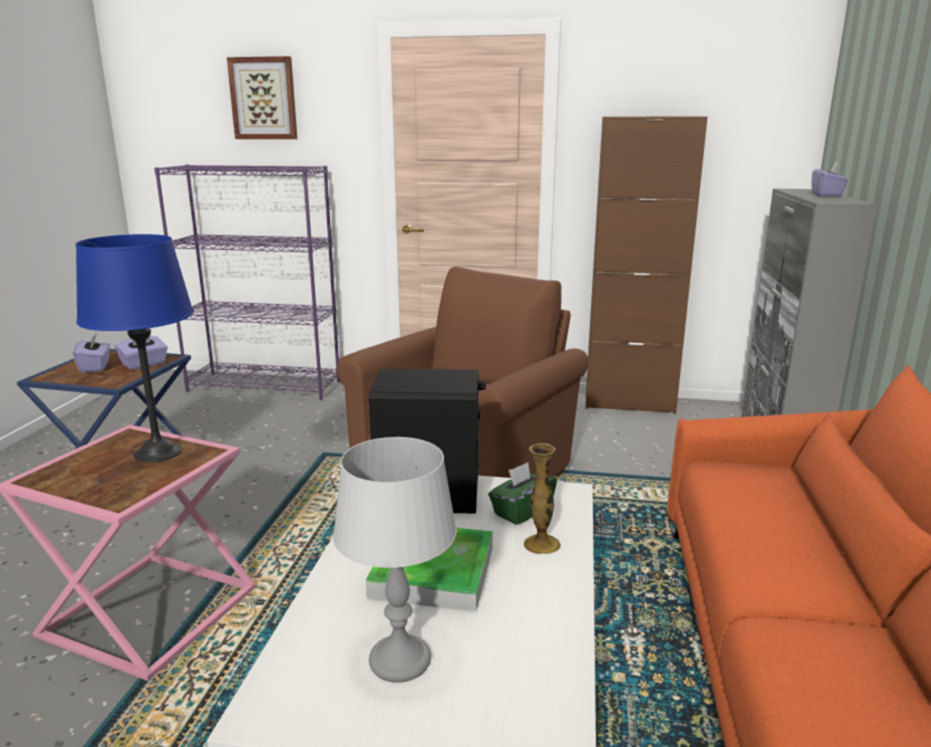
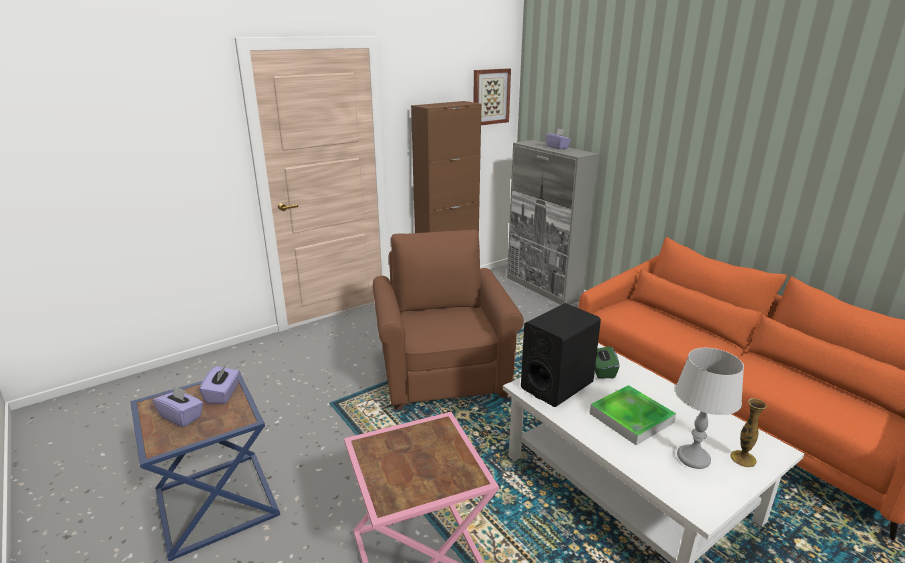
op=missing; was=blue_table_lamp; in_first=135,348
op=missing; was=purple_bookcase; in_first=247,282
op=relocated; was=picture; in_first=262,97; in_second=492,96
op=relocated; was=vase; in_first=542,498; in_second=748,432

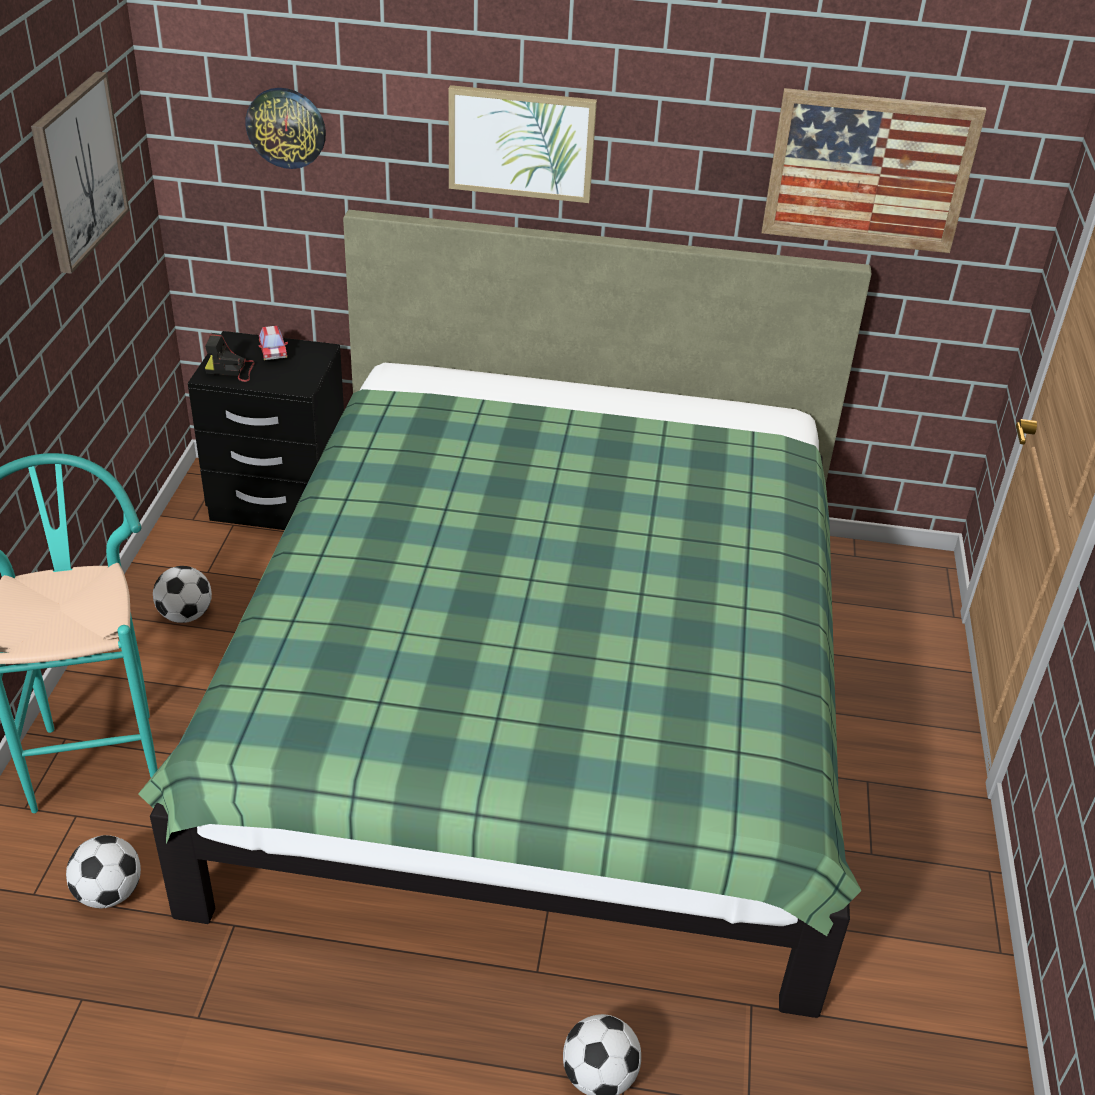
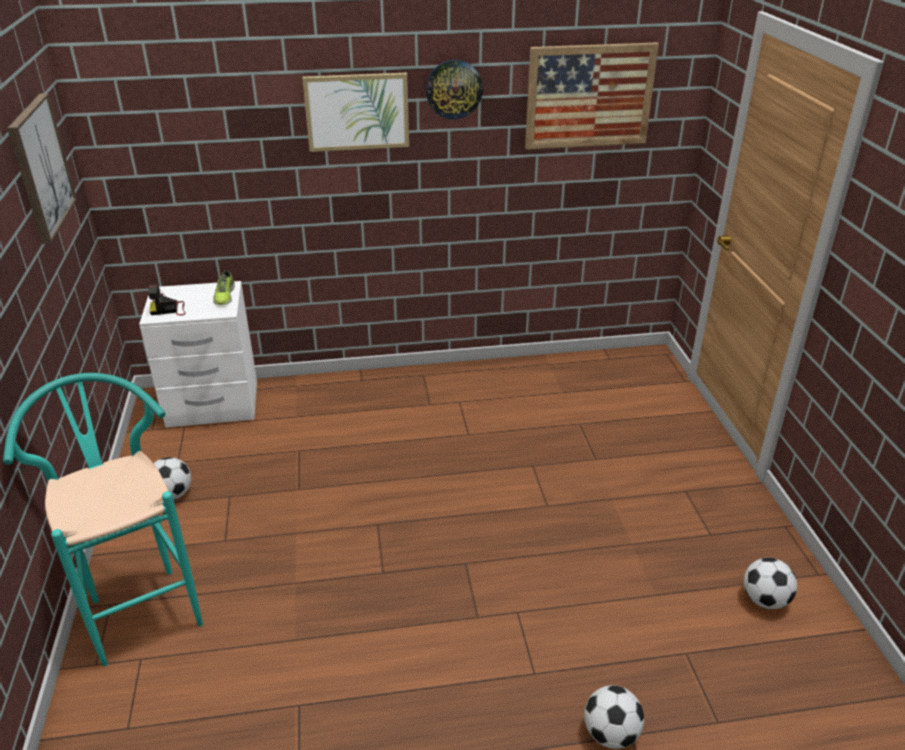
op=relocated; was=football; in_first=103,871; in_second=770,583
op=missing; was=green_bed; in_first=504,614
op=colour; was=black_nightstand; now=white_nightstand; in_first=266,430; in_second=198,354
op=relocated; was=wall_clock; in_first=286,128; in_second=454,89
op=missing; was=toy_car; in_first=273,343
op=appeared; now=shoe; in_second=224,287

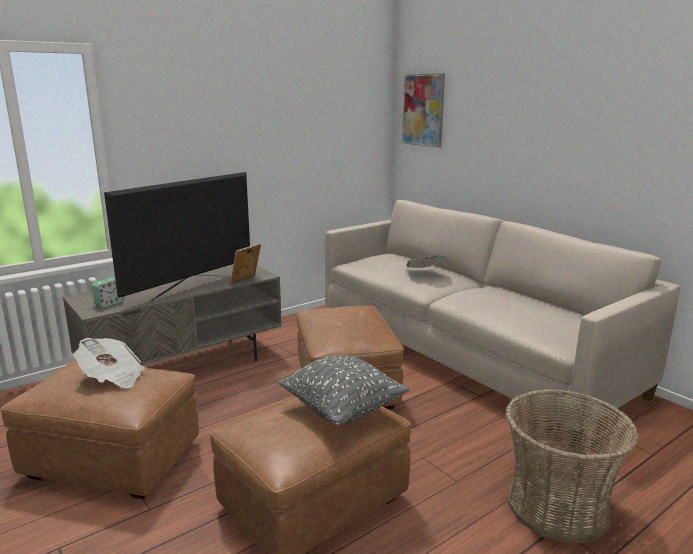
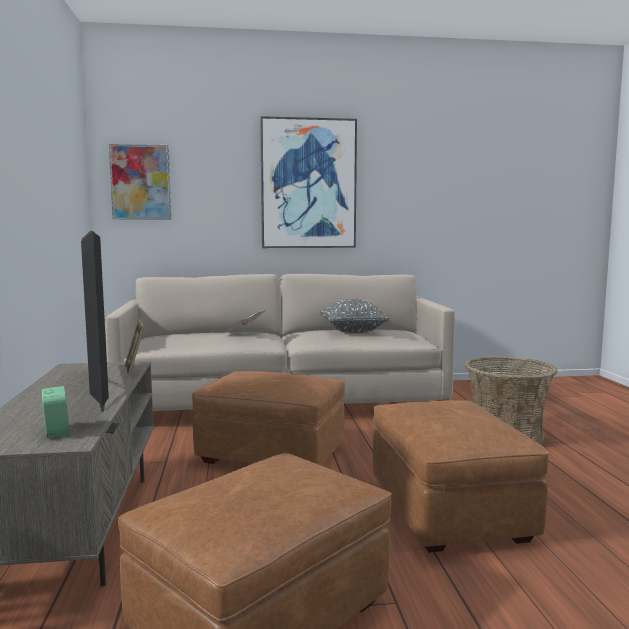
op=missing; was=newspaper; in_first=109,363
op=relocated; was=grey_pillow; in_first=343,390; in_second=355,316
op=appeared; now=picture; in_second=308,182

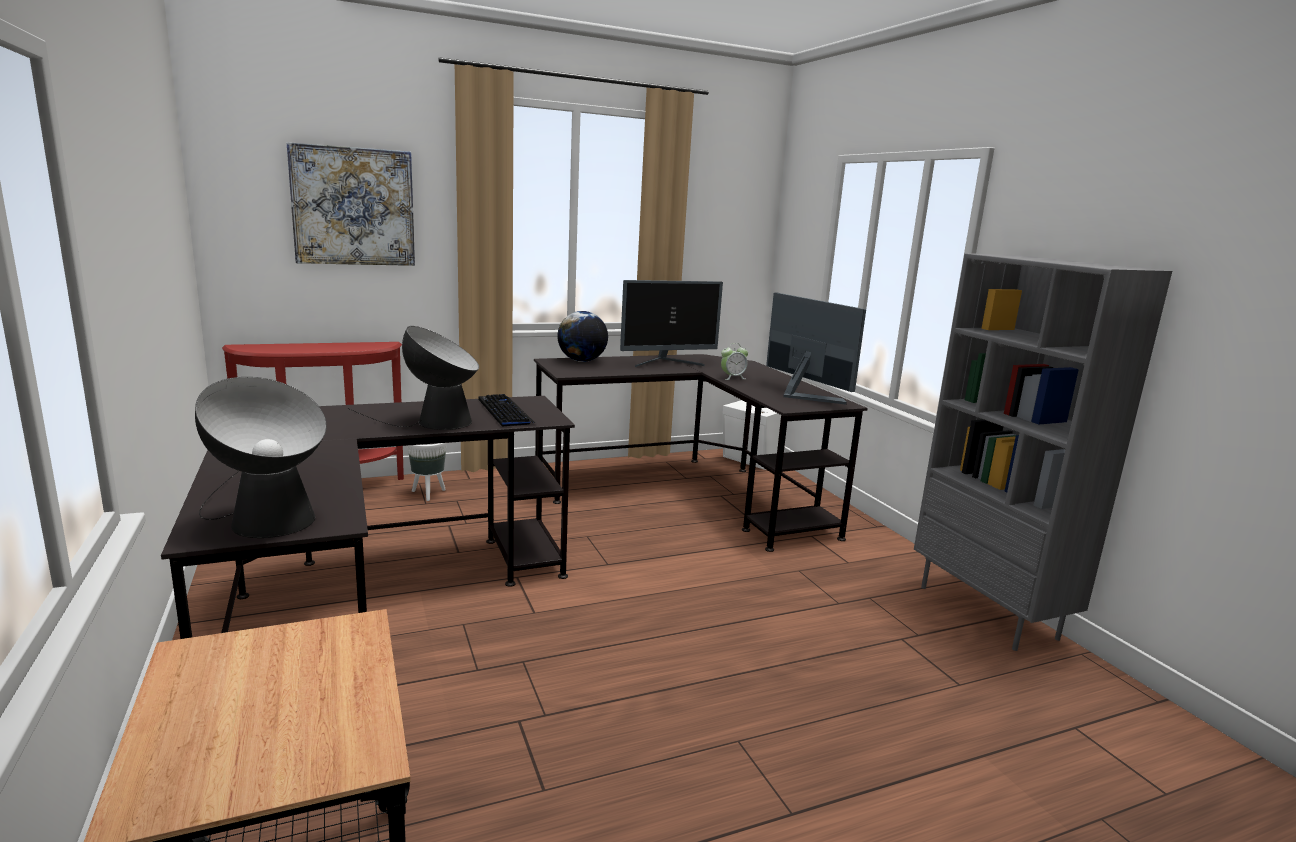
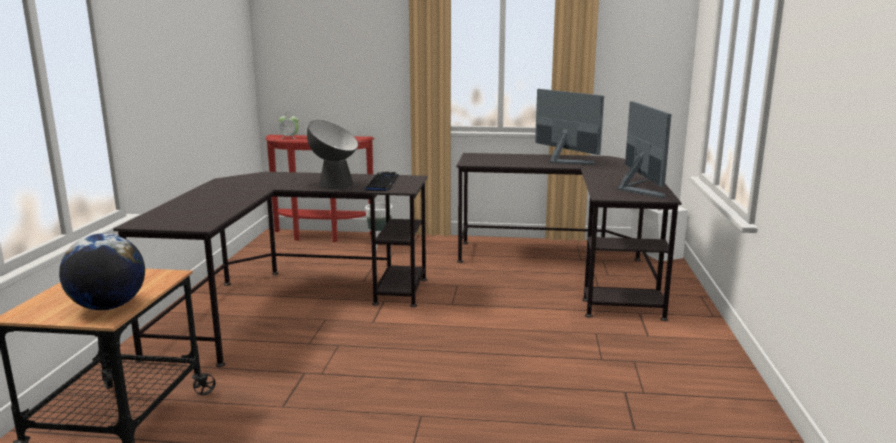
op=missing; was=table_lamp; in_first=261,457
op=missing; was=picture; in_first=351,204
op=relocated; was=globe; in_first=582,336; in_second=102,271
op=spun; was=monitor; in_first=671,323; in_second=569,127; clockwise=-135
op=relocated; was=alarm_clock; in_first=734,361; in_second=289,126
op=missing; was=grey_bookcase; in_first=1043,452

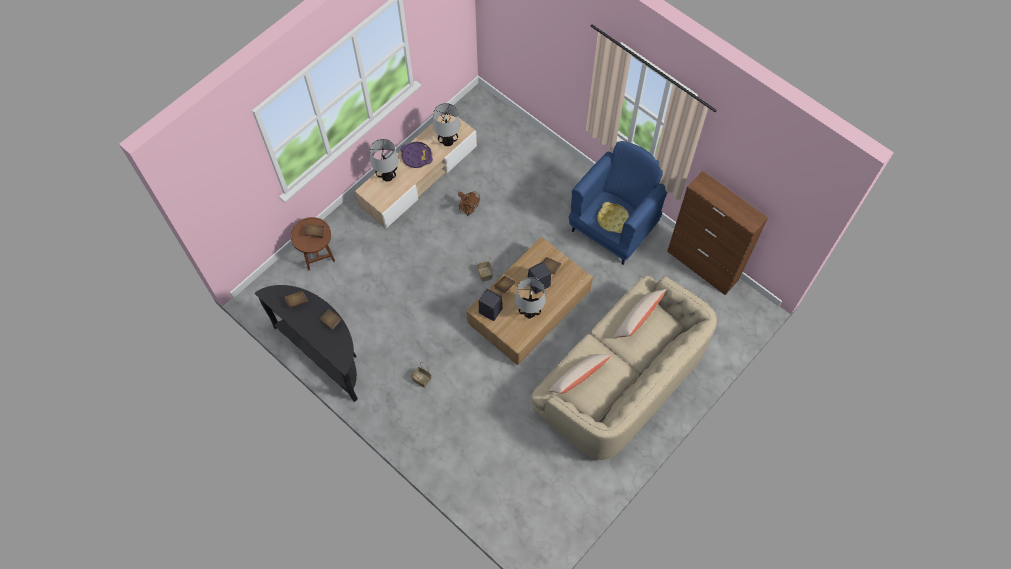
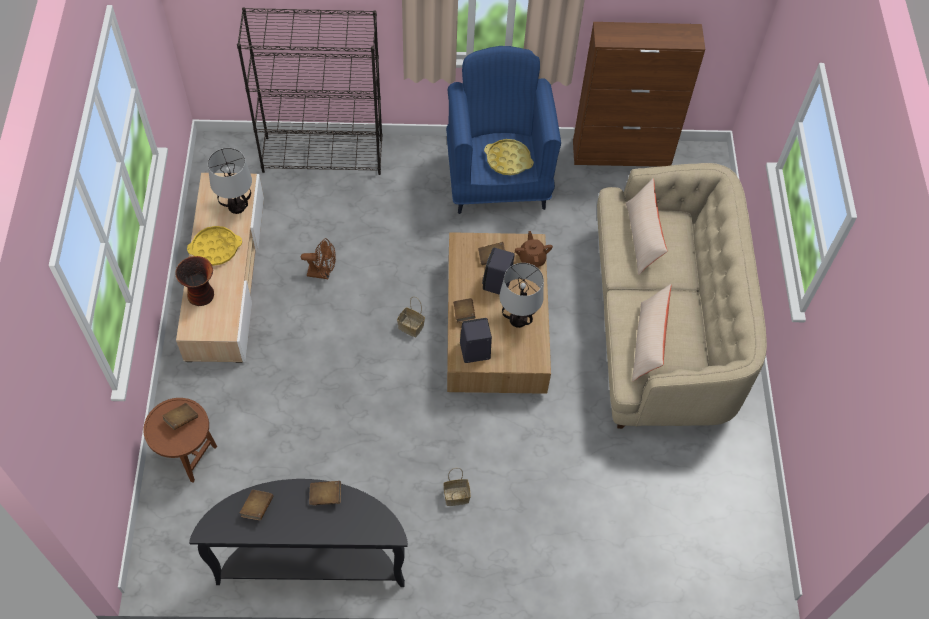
op=exchanged; was=table_lamp; now=vase; in_first=384,160; in_second=194,281
op=colour; was=purple_tray; now=yellow_tray; in_first=416,155; in_second=214,246
op=appeared; now=black_bookcase; in_second=310,91
op=appeared; now=brown_teapot; in_second=534,249

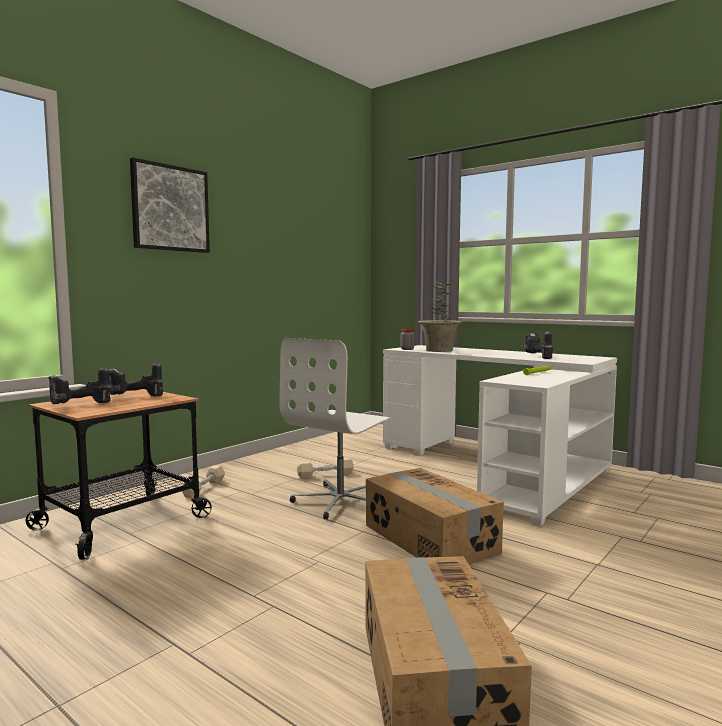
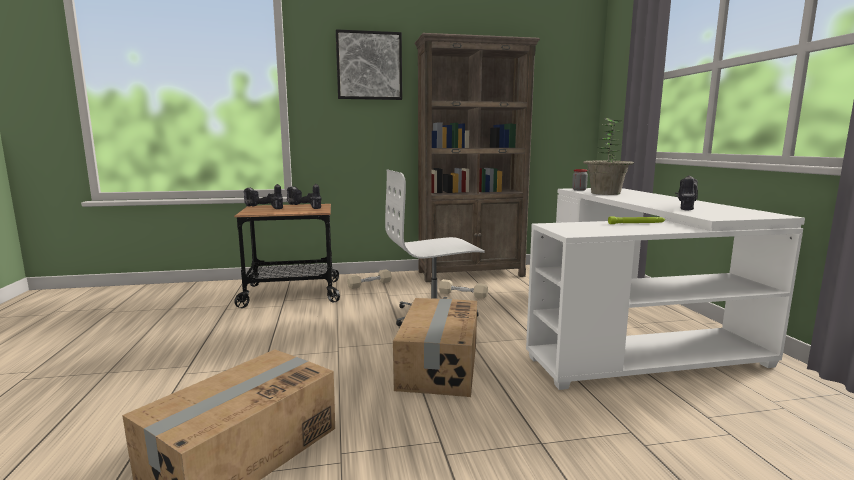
op=appeared; now=brown_bookcase; in_second=477,157

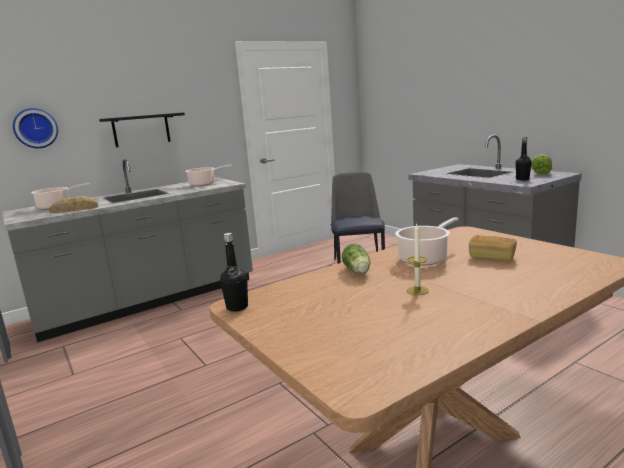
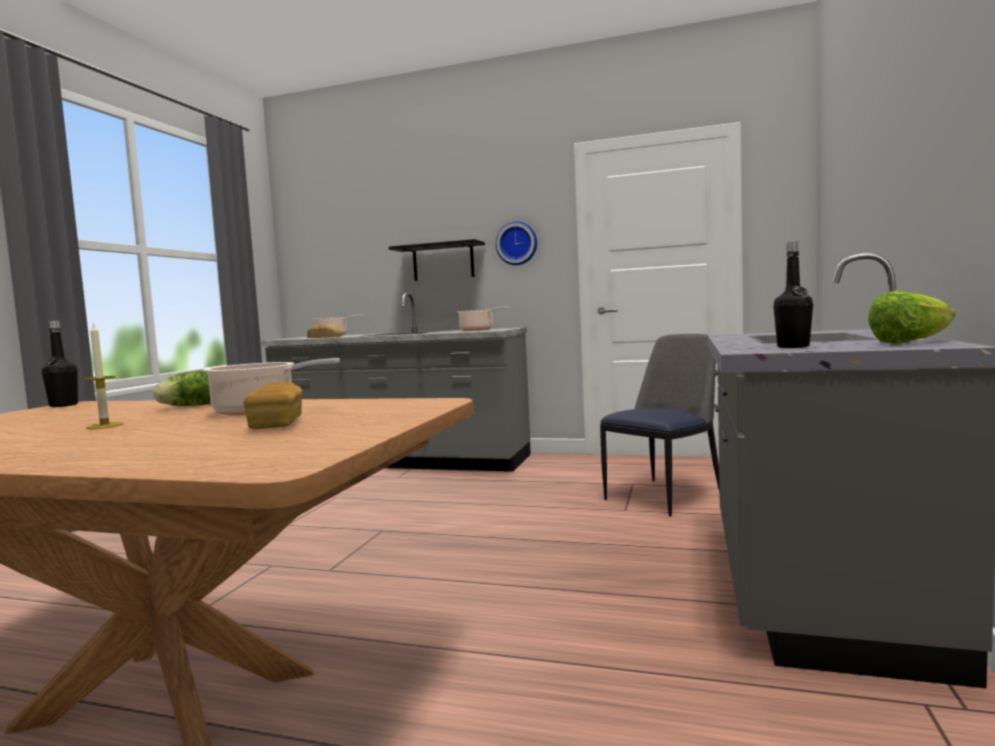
op=relocated; was=wall_clock; in_first=35,128; in_second=516,243

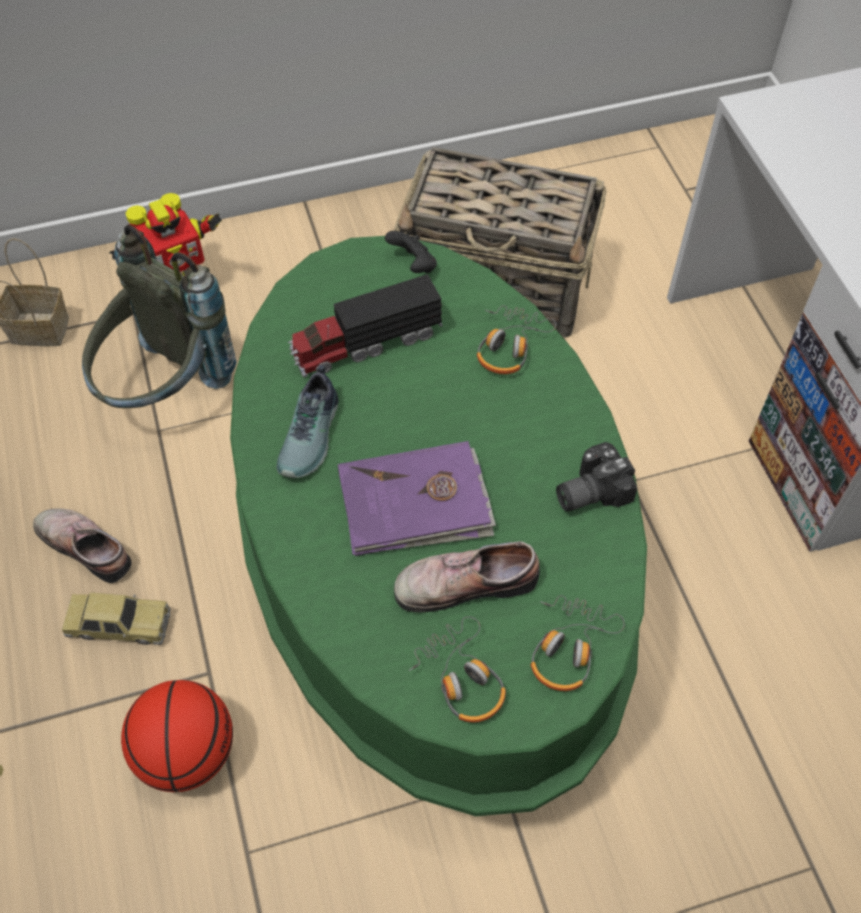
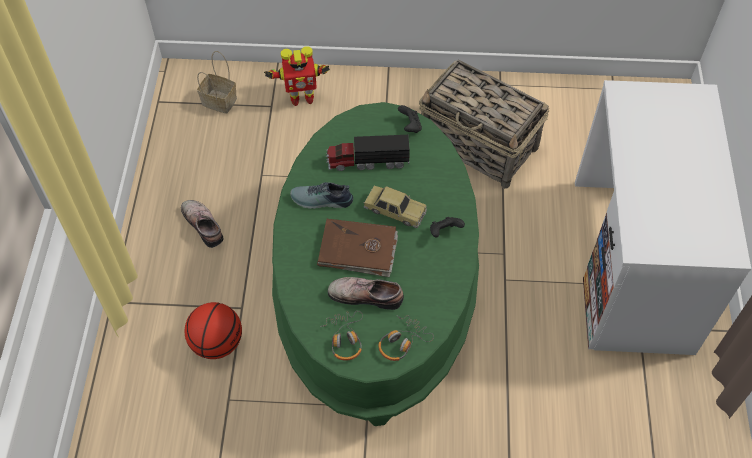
op=relocated; was=toy_car; in_first=116,618; in_second=395,207
op=missing; was=grey_backpack; in_first=159,316
op=spun; was=shoe; in_first=308,421; in_second=321,195; clockwise=60
op=colour; was=purple_book; now=brown_book; in_first=417,498; in_second=357,248
op=missing; was=headphones; in_first=516,339
op=missing; was=photo_camera; in_first=596,476
op=appeared; now=black_game_controller; in_second=447,227

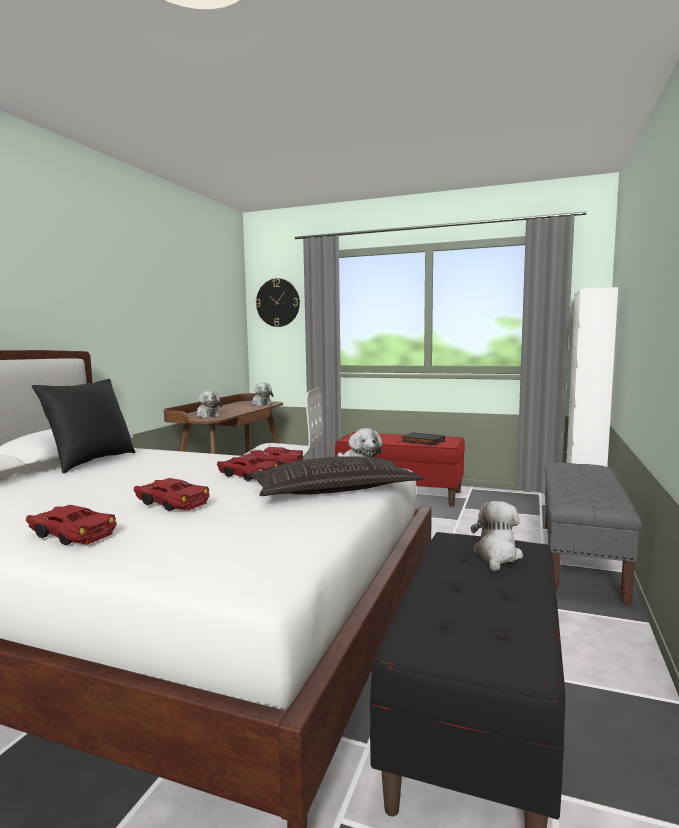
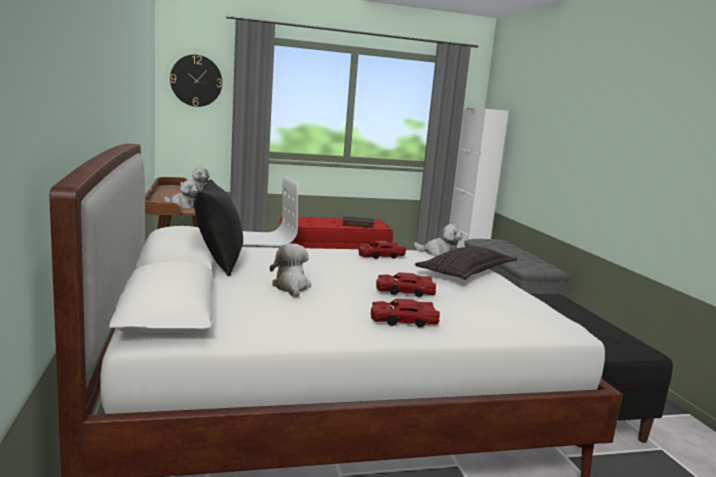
op=missing; was=red_toy_car; in_first=248,468
op=relocated; was=plush_toy; in_first=497,536; in_second=290,270

